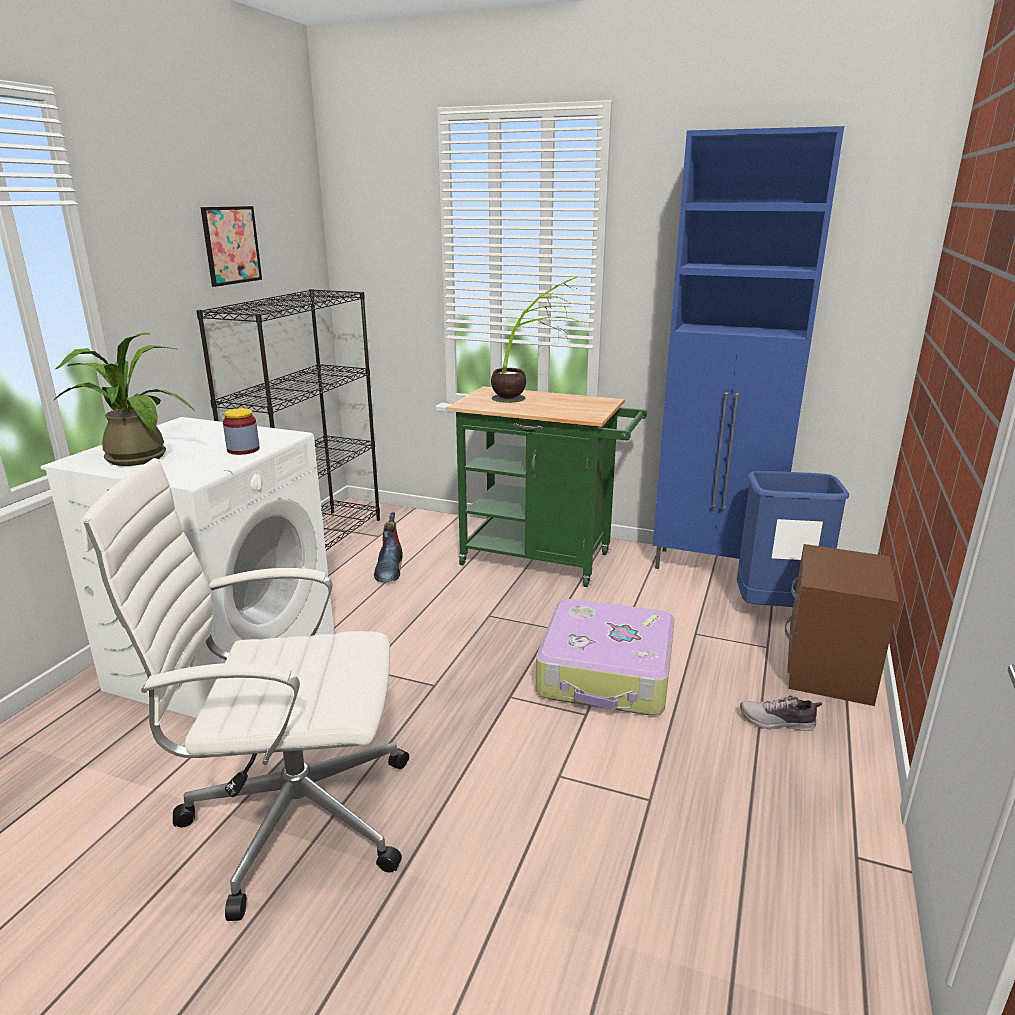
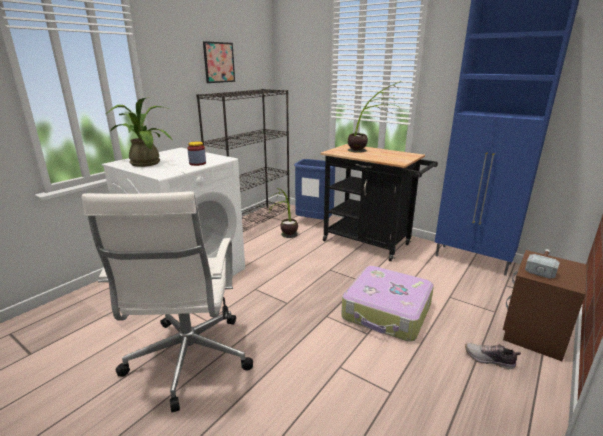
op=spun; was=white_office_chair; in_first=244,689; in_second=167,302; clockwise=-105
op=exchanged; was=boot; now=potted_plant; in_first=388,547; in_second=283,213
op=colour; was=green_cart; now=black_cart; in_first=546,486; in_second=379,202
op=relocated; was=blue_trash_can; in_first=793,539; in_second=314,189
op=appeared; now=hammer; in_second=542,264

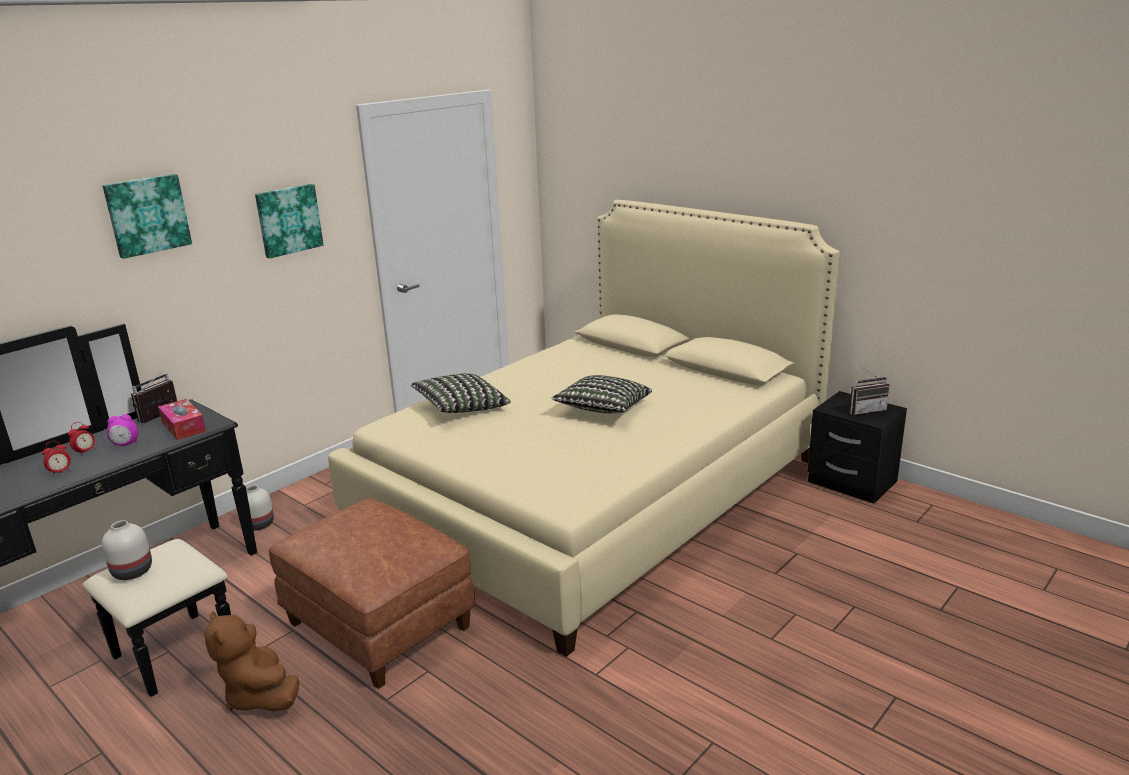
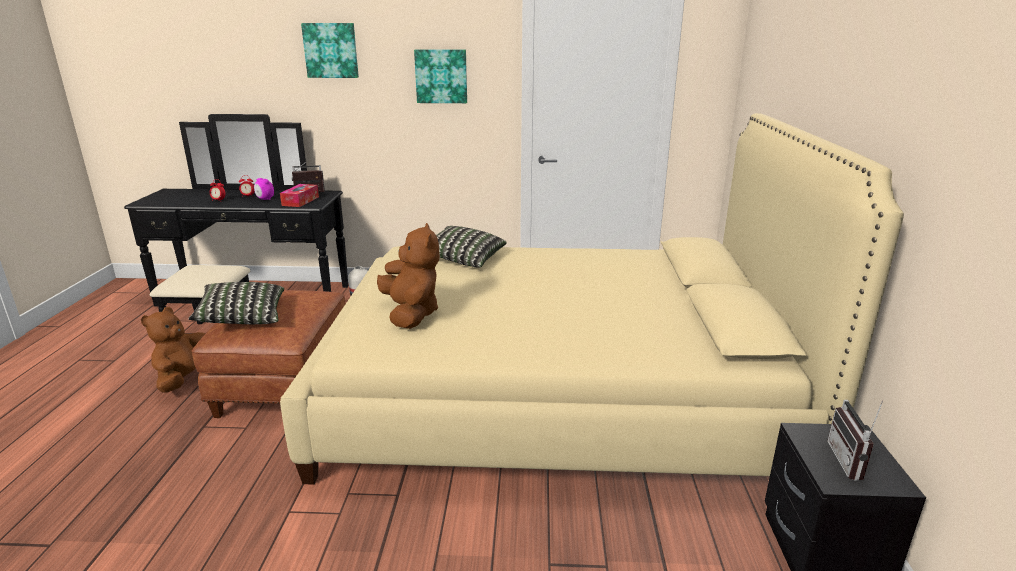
op=missing; was=white_vase; in_first=127,550
op=relocated; was=pillow; in_first=601,394; in_second=236,303
op=spun; was=radio; in_first=869,390; in_second=855,440; clockwise=60
op=appeared; now=brown_plush_toy; in_second=408,276

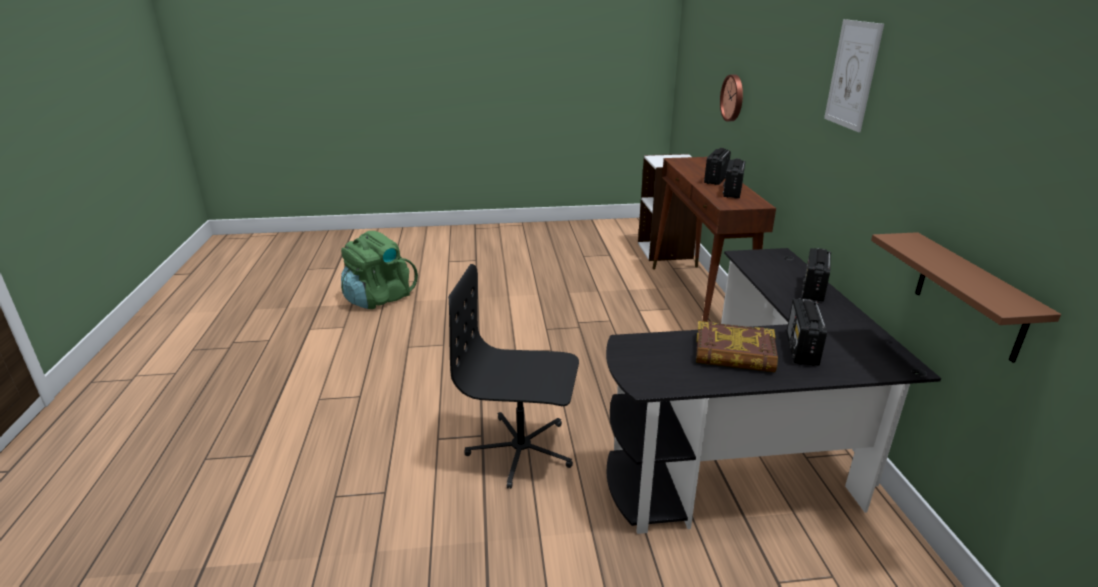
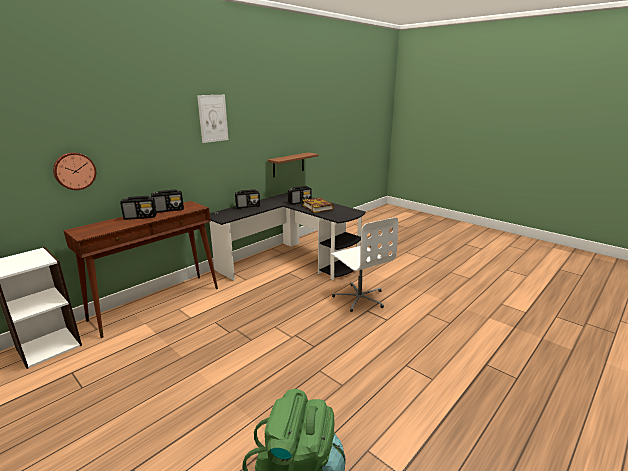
op=colour; was=black_office_chair; now=white_office_chair; in_first=513,376; in_second=364,264

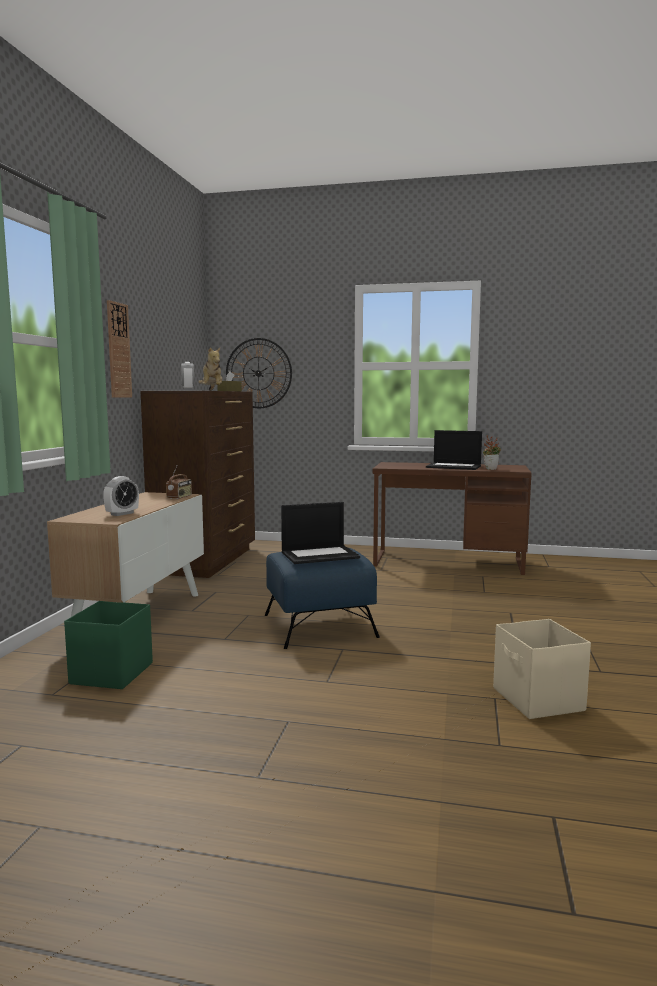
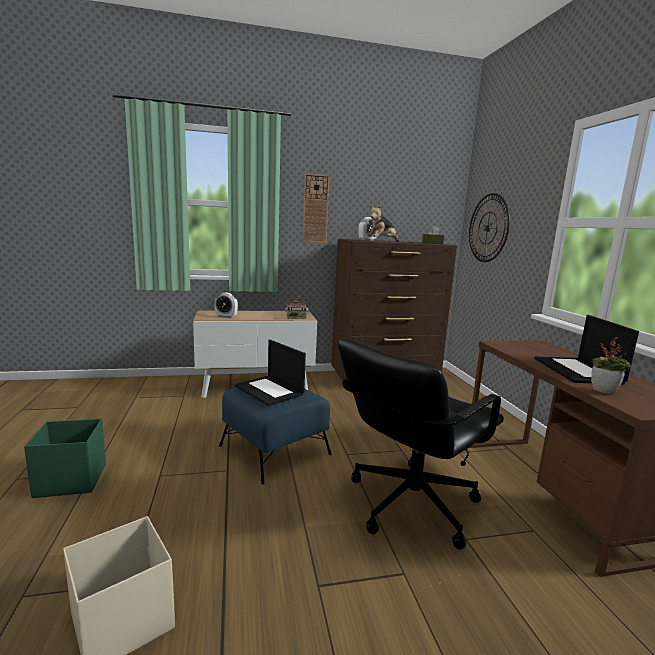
op=relocated; was=green_storage_box; in_first=108,645; in_second=65,458
op=appeared; now=black_office_chair; in_second=420,444

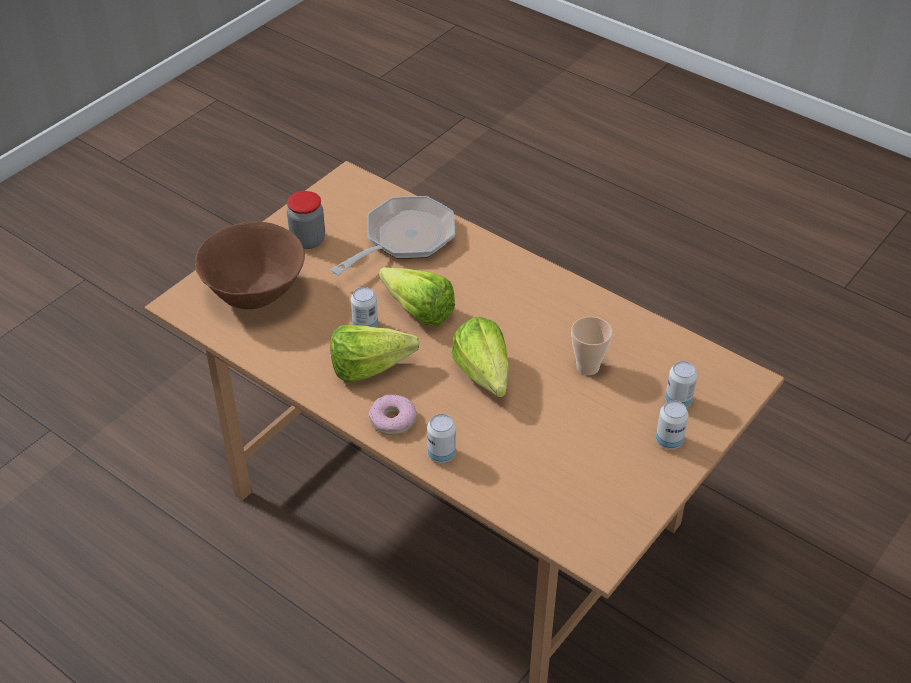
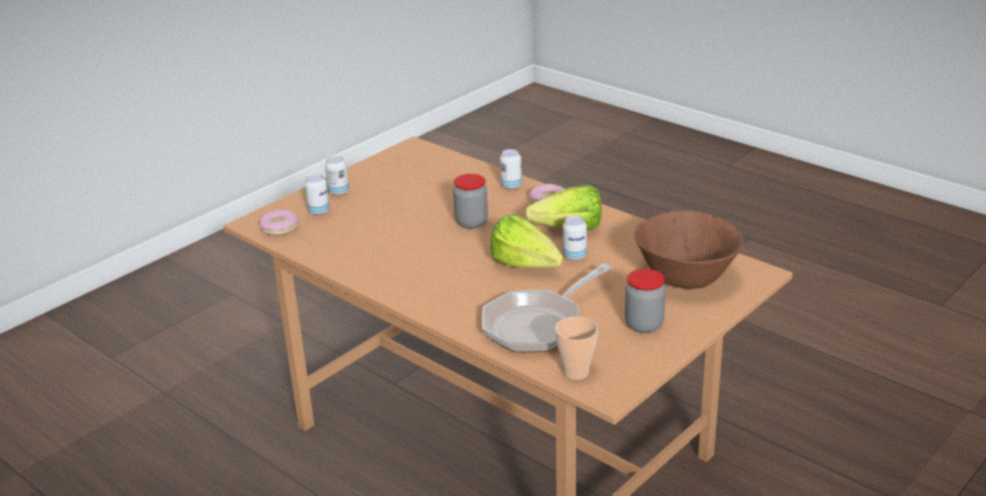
op=exchanged; was=lettuce; now=jar; in_first=480,357; in_second=470,201
op=relocated; was=cup; in_first=591,346; in_second=576,348
op=appeared; now=donut; in_second=278,222

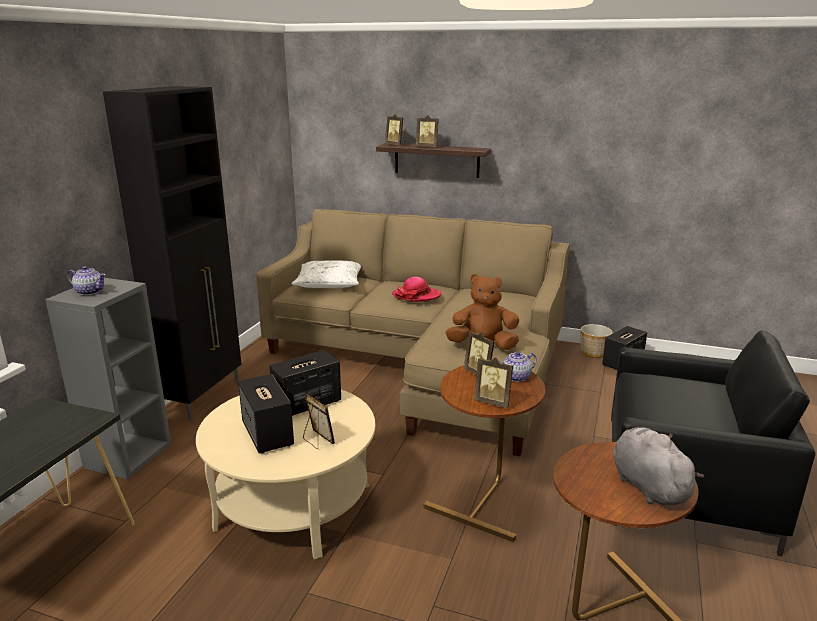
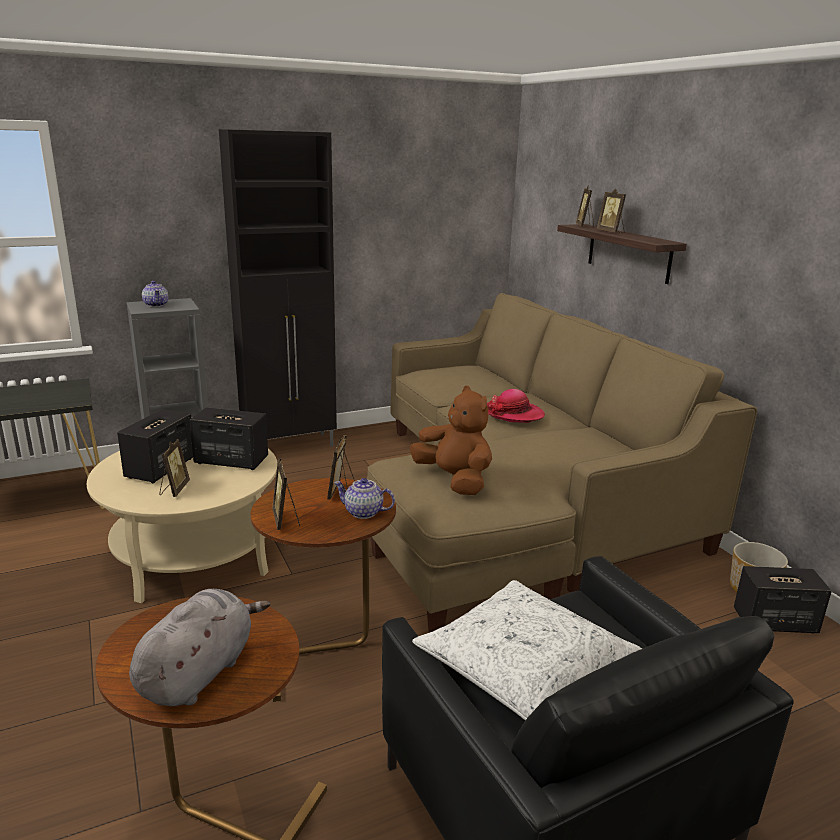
op=relocated; was=white_pillow; in_first=326,274; in_second=527,650

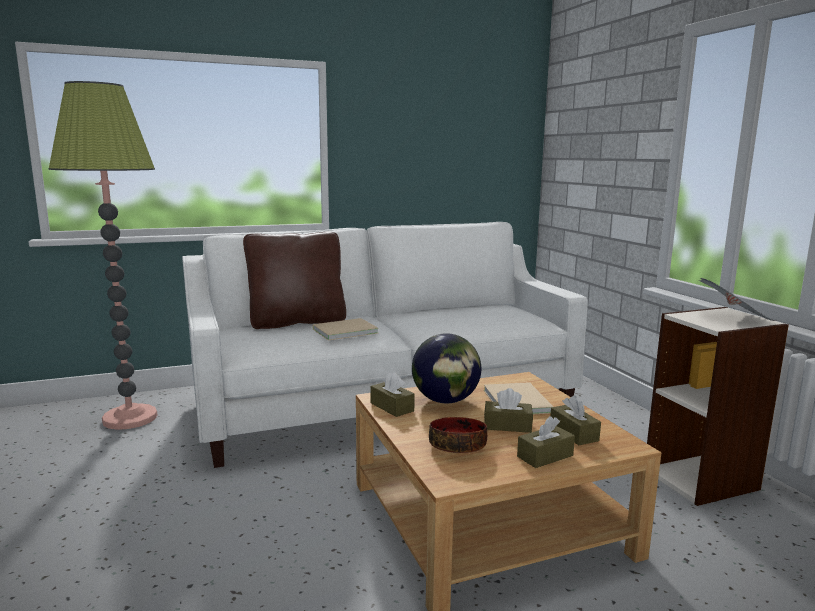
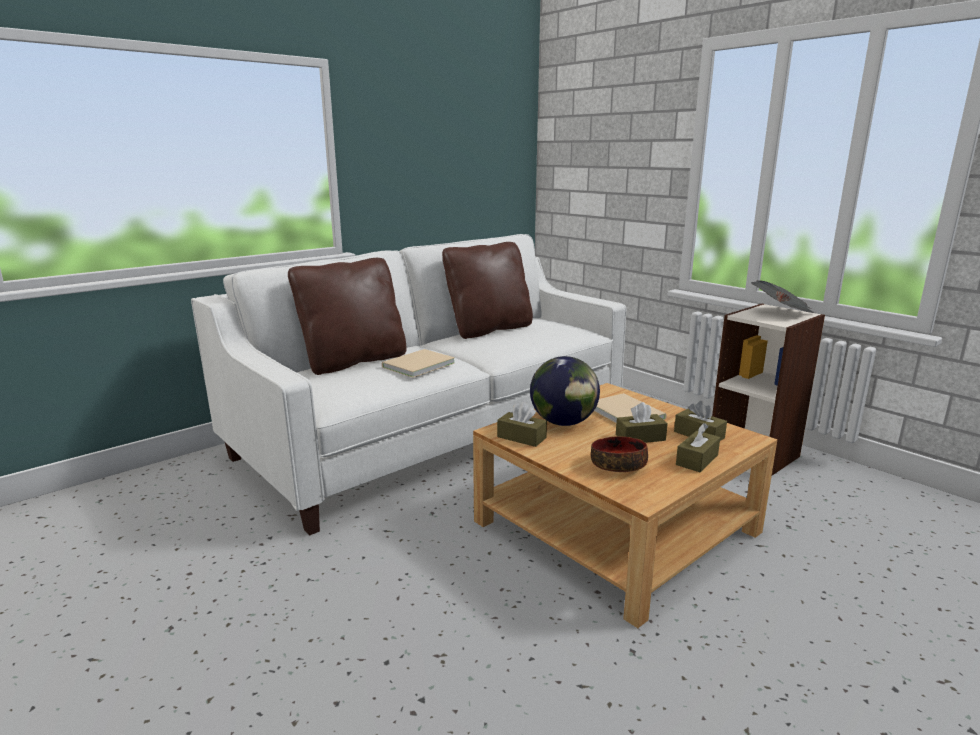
op=missing; was=floor_lamp; in_first=103,255
op=appeared; now=brown_pillow; in_second=487,290

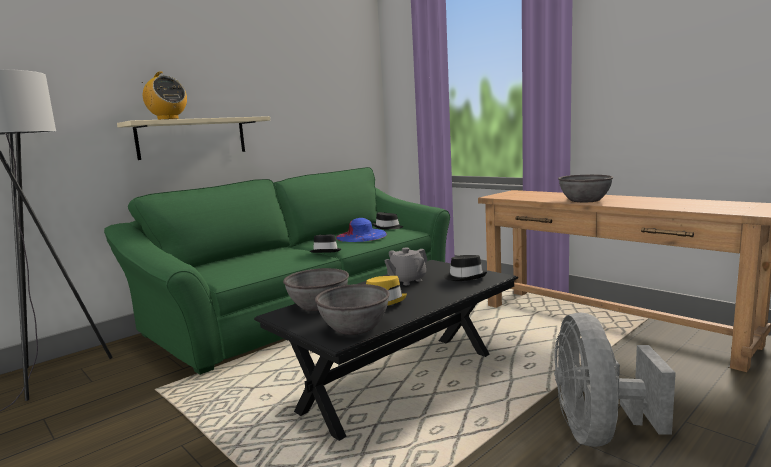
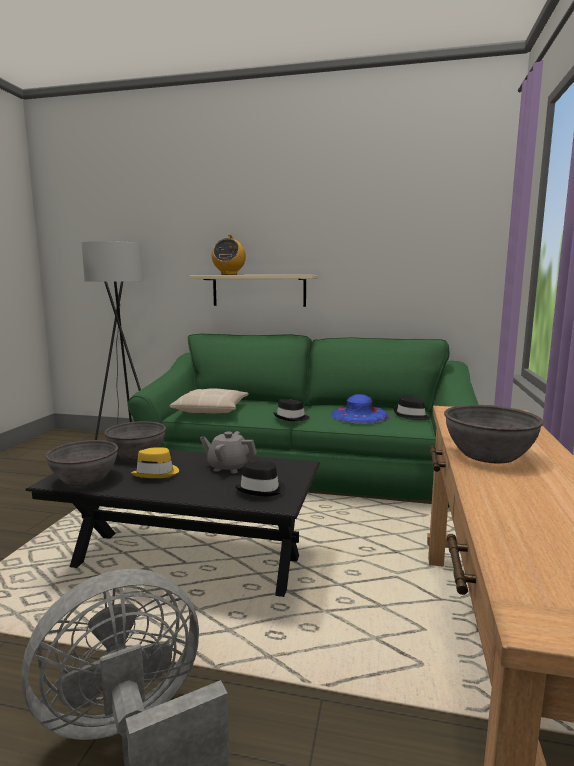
op=appeared; now=beige_pillow; in_second=209,400

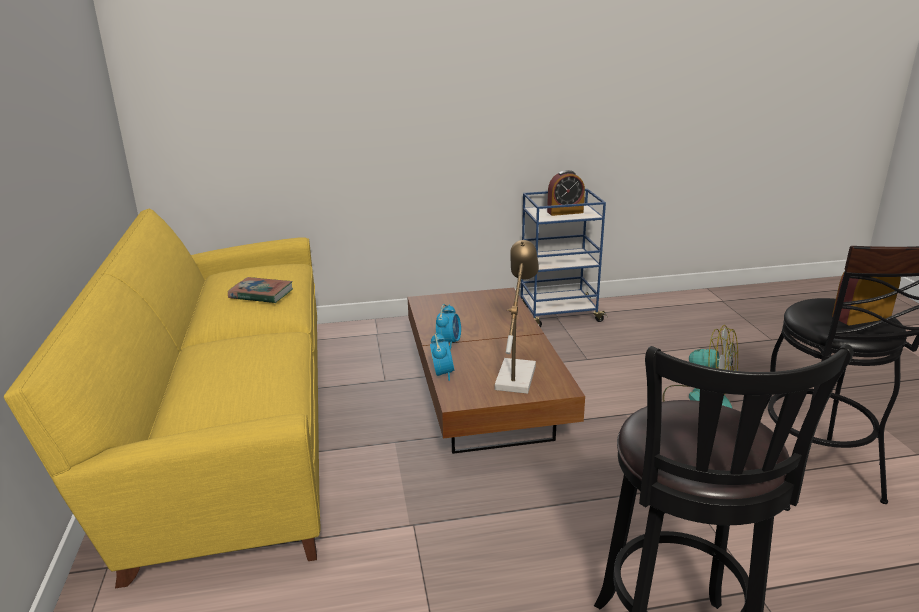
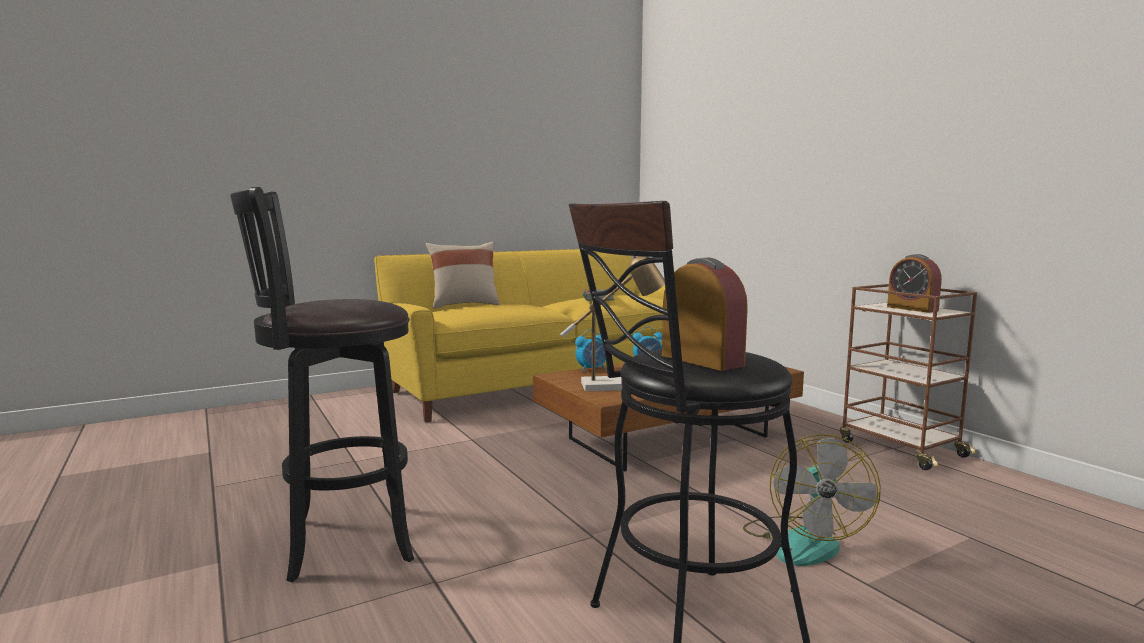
op=colour; was=blue_cart; now=brown_cart; in_first=564,258; in_second=908,377
op=appeared; now=beige_pillow; in_second=463,275

